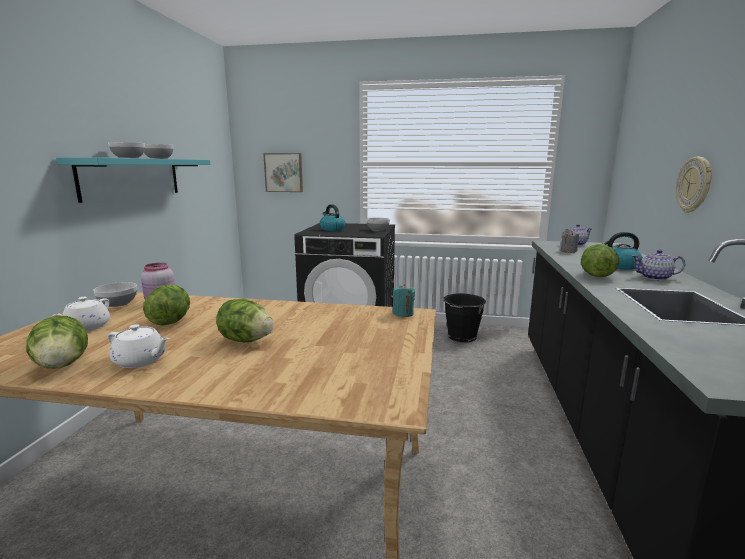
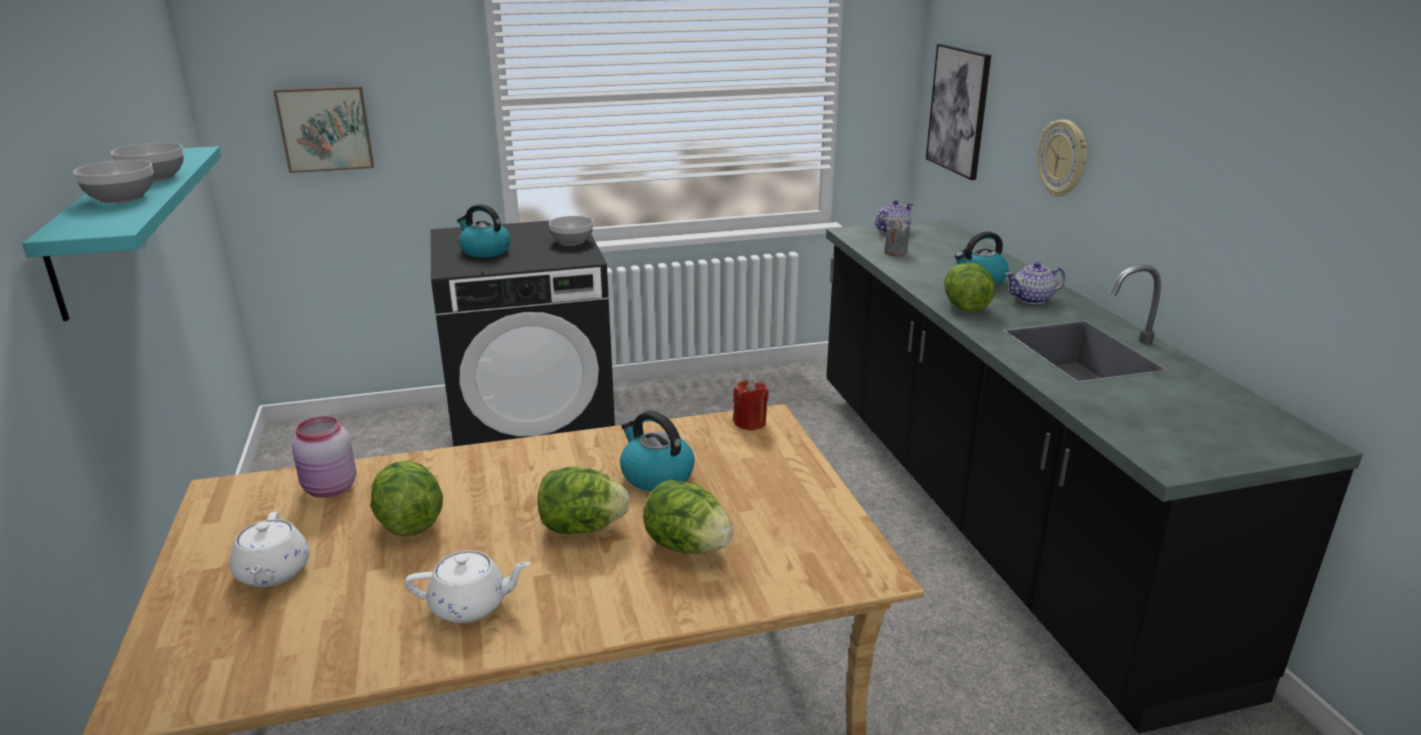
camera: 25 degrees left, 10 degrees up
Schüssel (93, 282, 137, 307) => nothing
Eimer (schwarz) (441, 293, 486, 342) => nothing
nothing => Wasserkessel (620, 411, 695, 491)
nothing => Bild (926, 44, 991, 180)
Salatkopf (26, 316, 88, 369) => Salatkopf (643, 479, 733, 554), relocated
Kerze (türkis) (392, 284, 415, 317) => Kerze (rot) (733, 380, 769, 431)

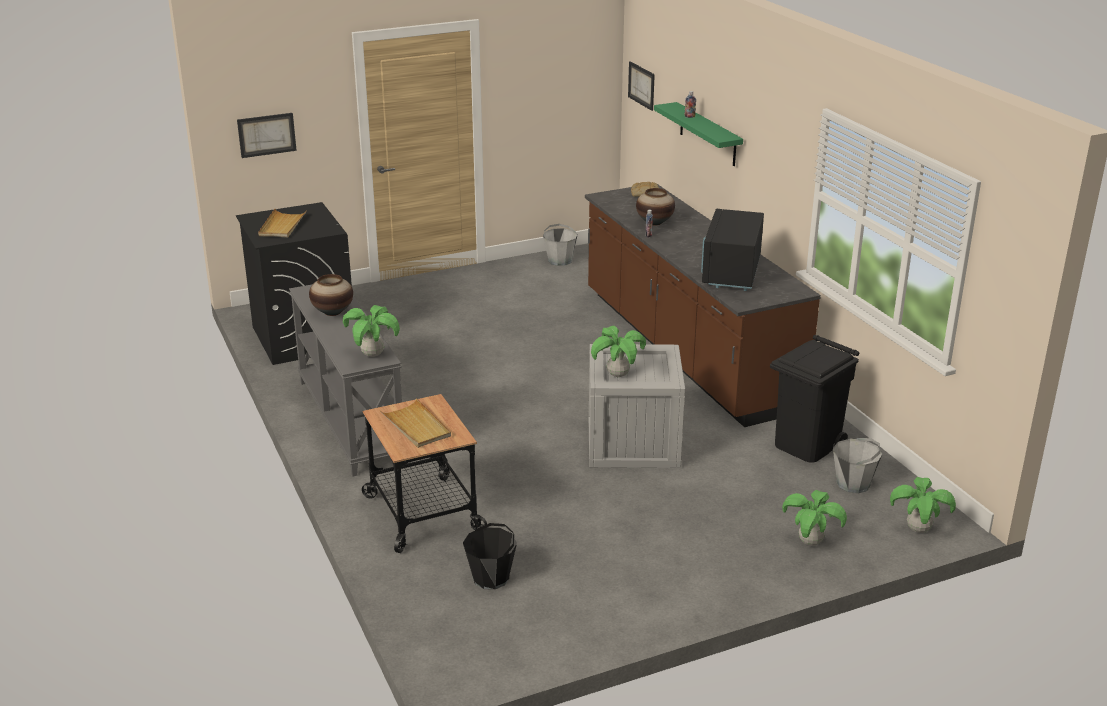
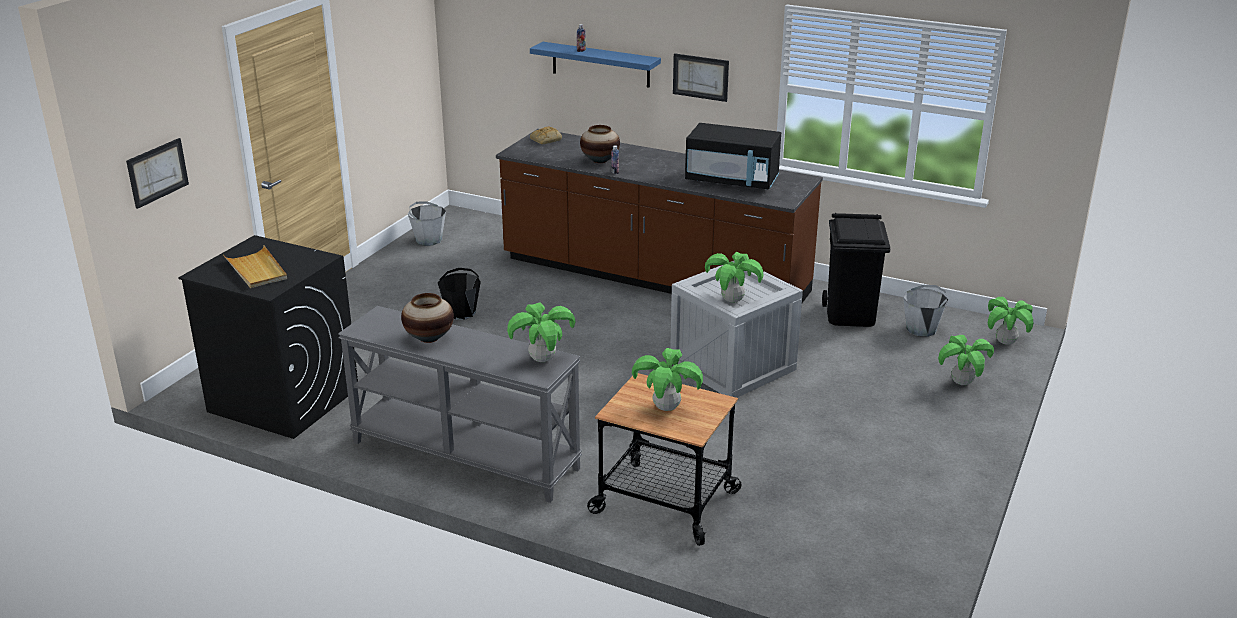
camera: 40 degrees left, 0 degrees up
Eimer (schwarz) (463, 523, 517, 589) => Eimer (schwarz) (438, 268, 481, 320), relocated
Bild (628, 61, 655, 111) => Bild (673, 53, 729, 102), relocated
Tablett (beige) (380, 398, 451, 448) => Topfpflanze (632, 348, 703, 411)
Wandregal (grün) (654, 102, 743, 166) => Wandregal (blau) (530, 42, 661, 88)
Mikrowelle (schwarz) (701, 209, 764, 291) => Mikrowelle (schwarz) (685, 123, 781, 189), 45 degrees counterclockwise

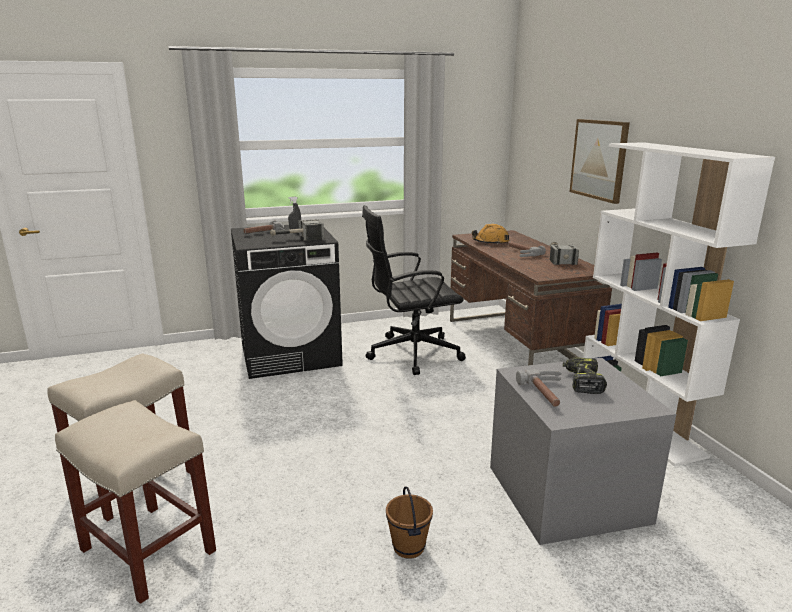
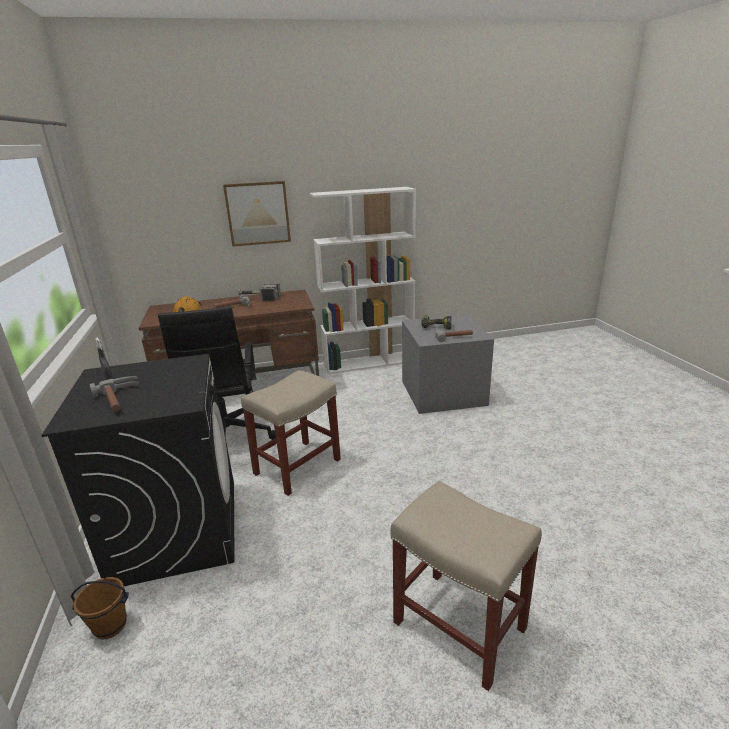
camera: 85 degrees left, 5 degrees up
Hammer (270, 219, 324, 240) => nothing
Hocker (beige) (55, 400, 216, 604) => Hocker (beige) (241, 370, 341, 496), relocated
Eimer (braun) (386, 487, 433, 559) => Eimer (braun) (71, 577, 129, 639), relocated

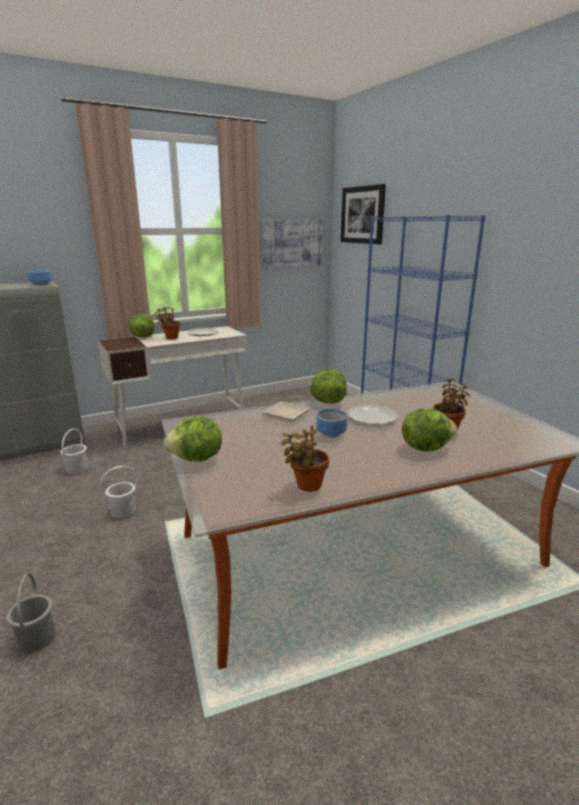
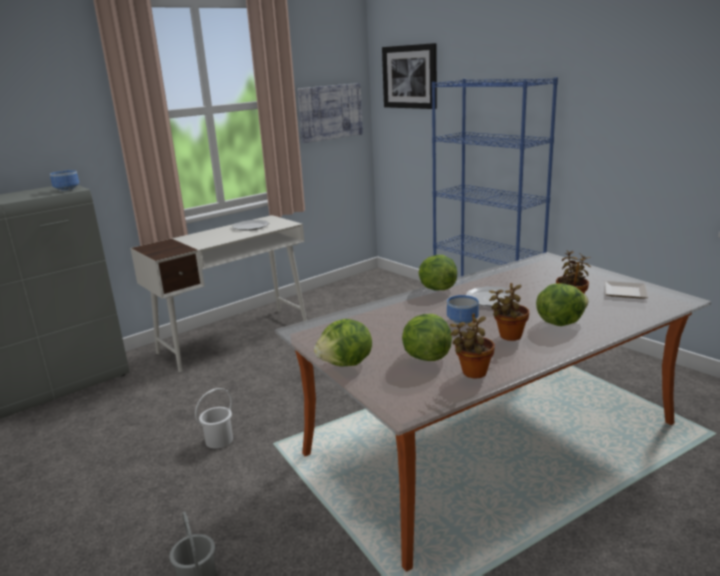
camera: 10 degrees left, 0 degrees up
Eimer (weiß) (61, 428, 88, 474) => nothing
Salatkopf (129, 314, 154, 338) => Salatkopf (402, 314, 452, 361), relocated
Topfpflanze (154, 307, 180, 339) => Topfpflanze (489, 283, 529, 341), relocated
Teller (262, 401, 310, 420) => Teller (605, 281, 648, 298), relocated

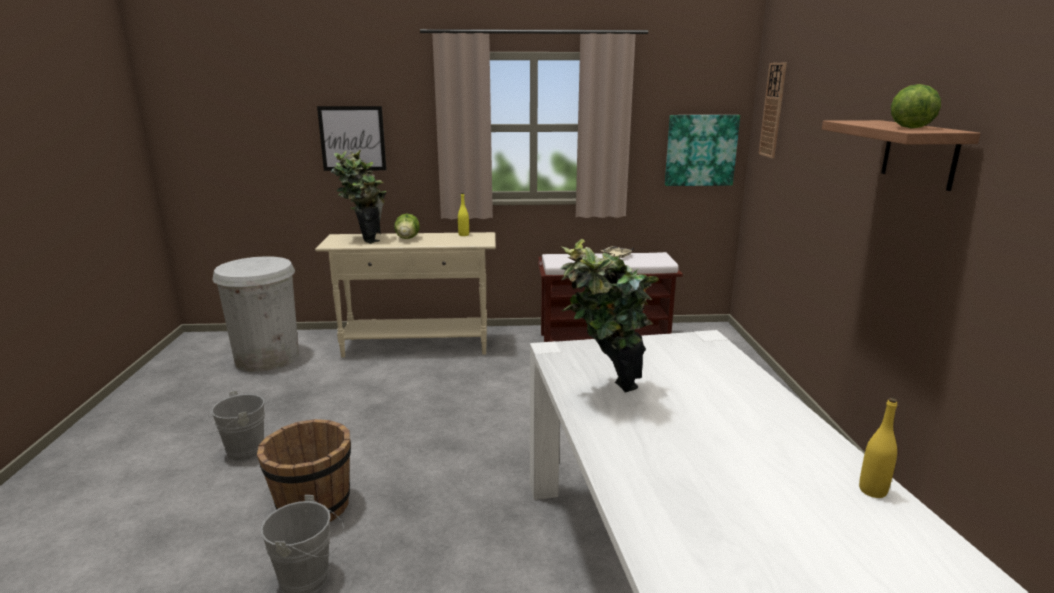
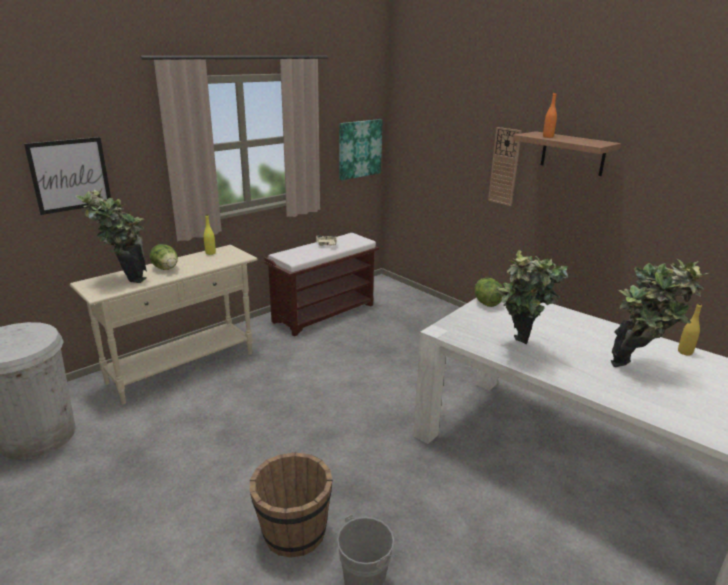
camera: 40 degrees left, 5 degrees up
Eimer (grau) (204, 390, 265, 461) => nothing
nothing => Flasche (orange) (543, 92, 557, 138)
nothing => Topfpflanze (611, 259, 708, 367)
Wanduhr (759, 63, 787, 158) => Wanduhr (488, 127, 522, 206), relocated
Salatkopf (891, 84, 941, 129) => Salatkopf (475, 278, 502, 307), relocated

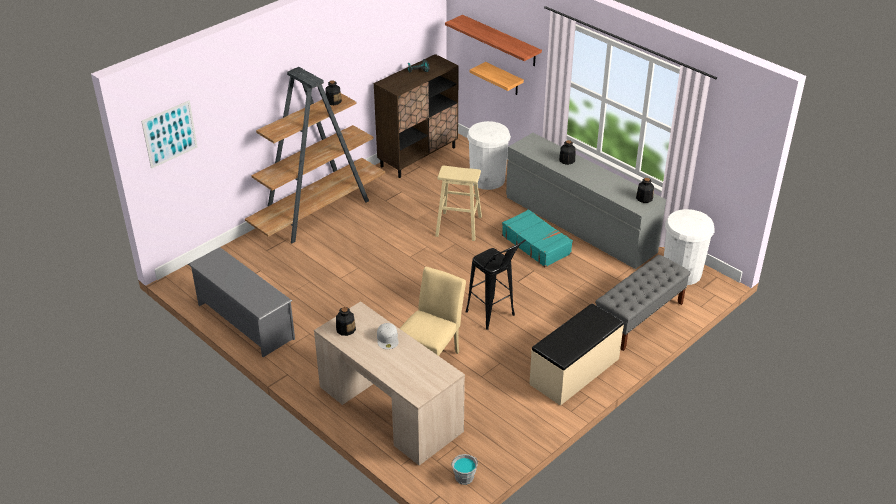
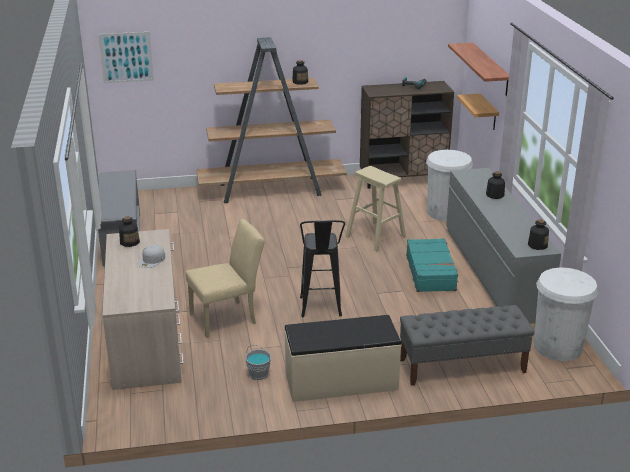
camera: 35 degrees right, 10 degrees down
Eimer (grau) (451, 454, 478, 485) => Eimer (grau) (245, 345, 272, 380), relocated

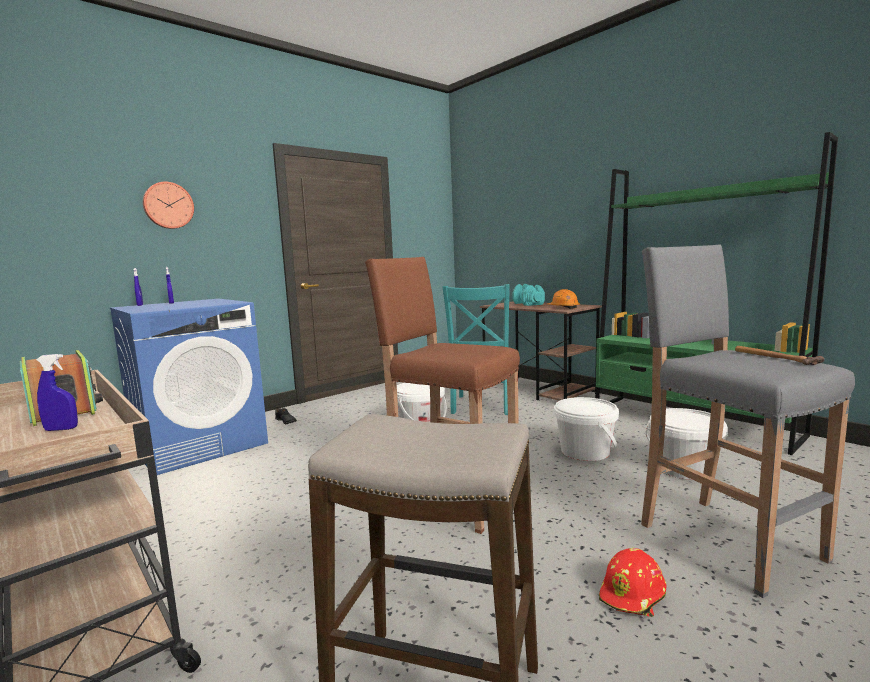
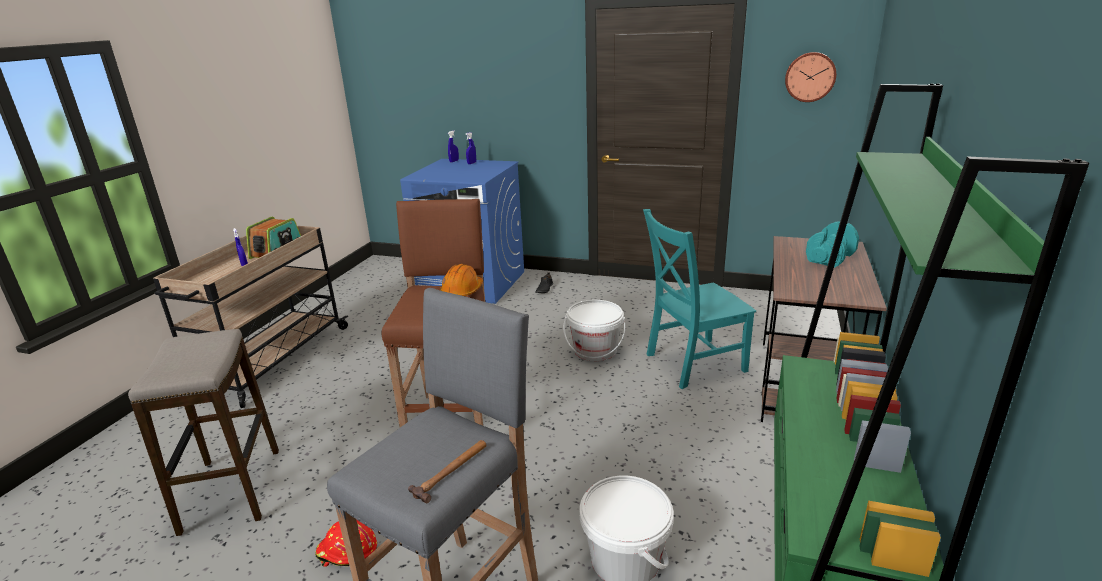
camera: 60 degrees right, 15 degrees up
Eimer (weiß) (554, 397, 619, 461) => nothing
Wanduhr (143, 182, 194, 229) => Wanduhr (785, 52, 836, 102), relocated
Schutzhelm (orange) (548, 289, 580, 309) => Schutzhelm (orange) (440, 264, 483, 297), relocated

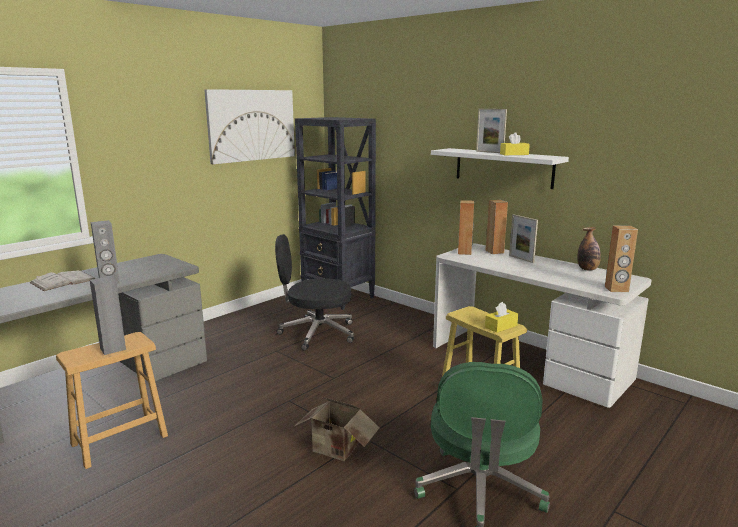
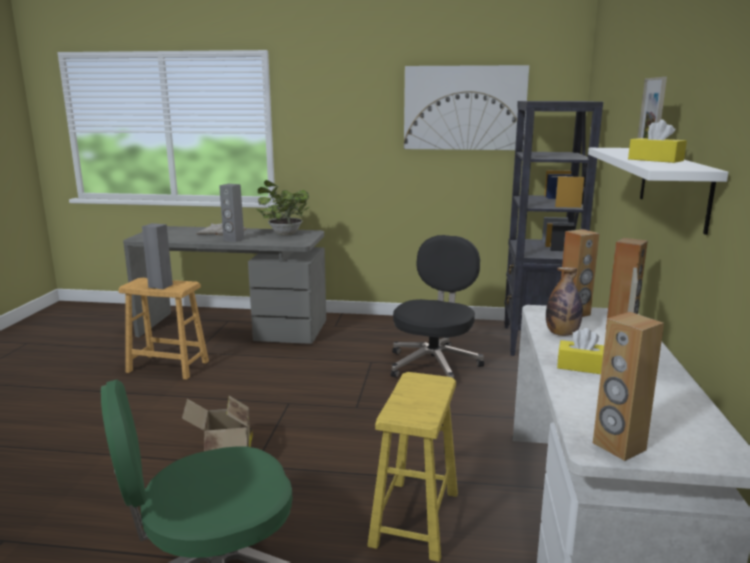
camera: 55 degrees right, 0 degrees up
nothing => Topfpflanze (255, 180, 310, 236)
Taschentuchbox (gelb) (485, 302, 518, 333) => Taschentuchbox (gelb) (557, 328, 604, 374), relocated
Flasche (577, 227, 601, 271) => Flasche (546, 267, 583, 336), relocated
Bürostuhl (schwarz) (275, 234, 354, 351) => Bürostuhl (schwarz) (391, 235, 484, 379), 60 degrees clockwise

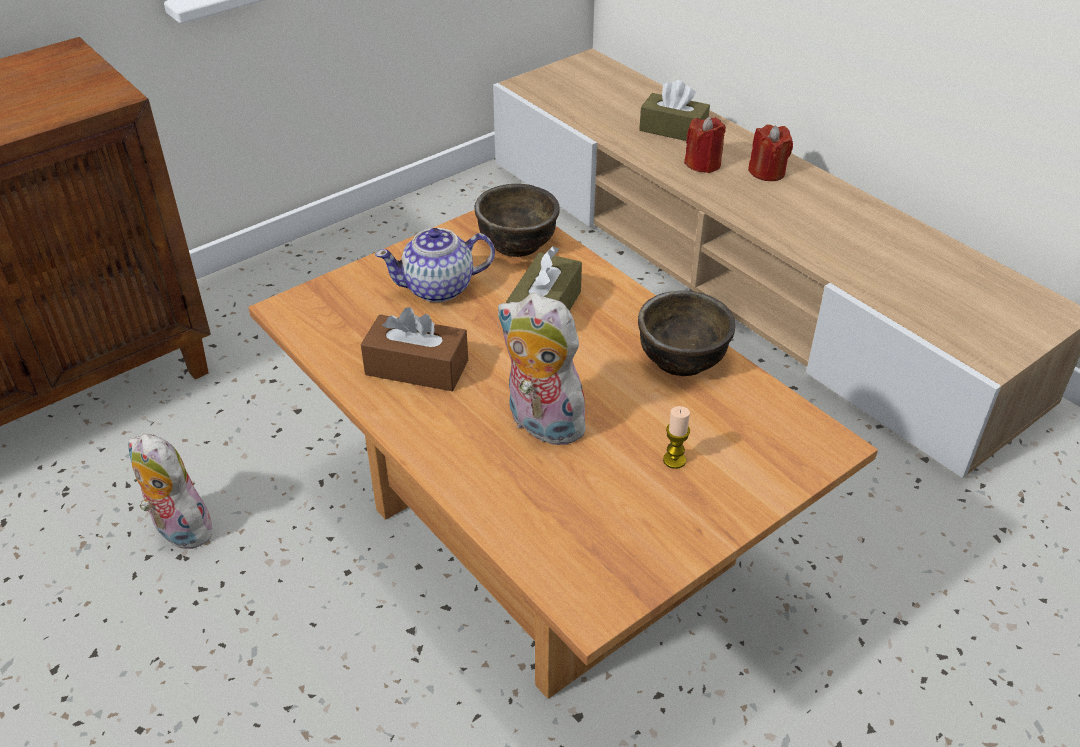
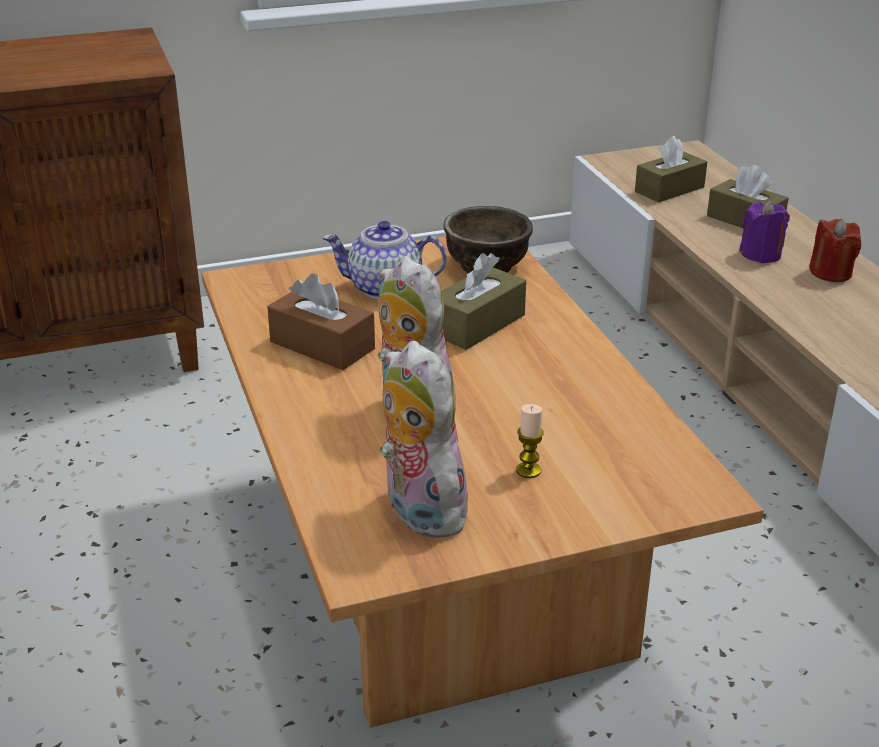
camera: 20 degrees right, 10 degrees down
Schüssel (braun) (638, 291, 735, 376) => nothing
nothing => Taschentuchbox (braun) (635, 136, 707, 203)
Plüschtier (128, 434, 213, 549) => Plüschtier (380, 340, 468, 538), relocated
Kerze (rot) (684, 117, 726, 173) => Kerze (lila) (739, 201, 790, 263)

